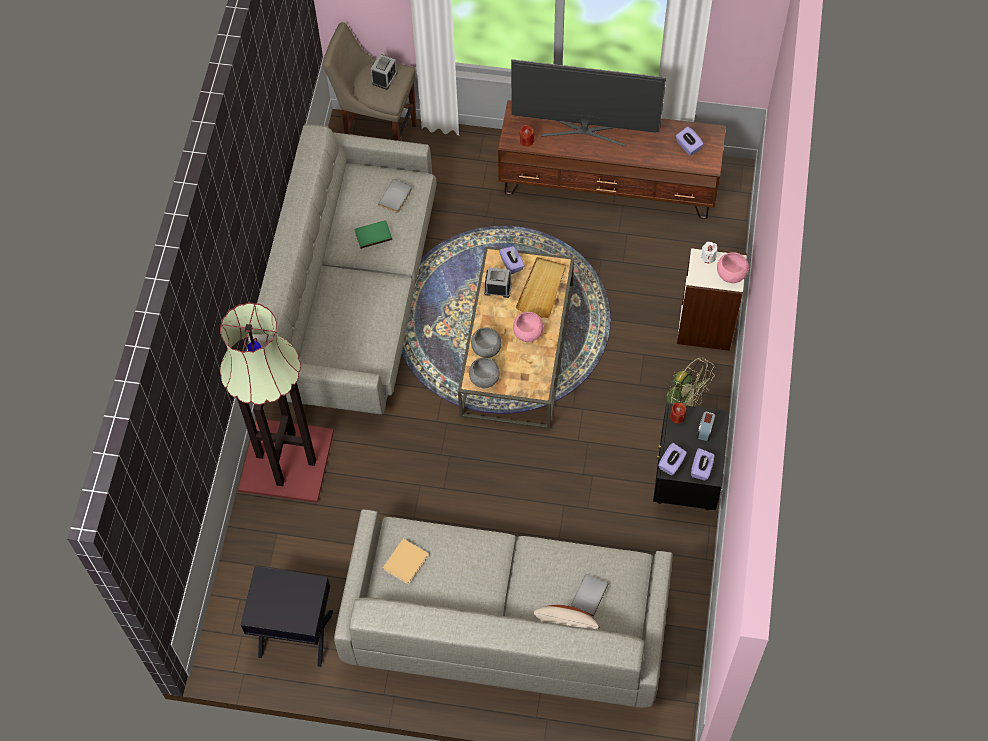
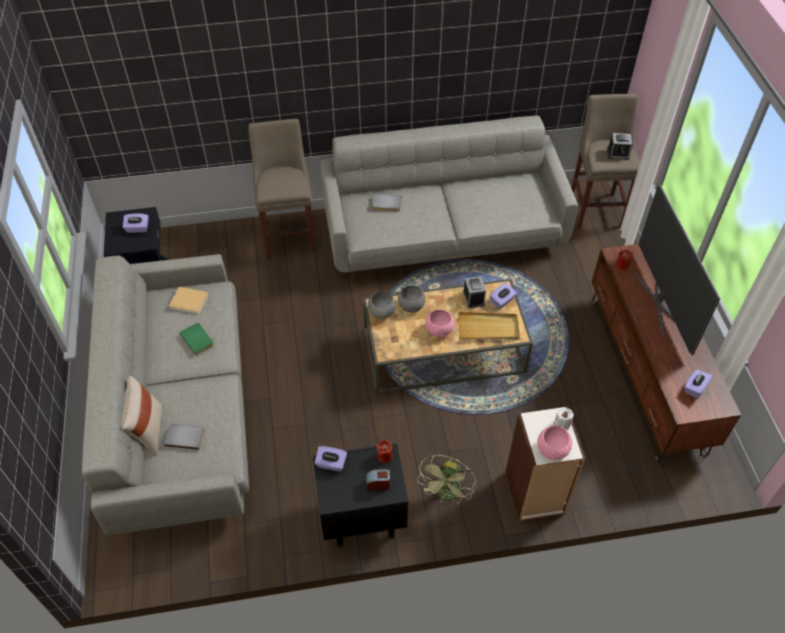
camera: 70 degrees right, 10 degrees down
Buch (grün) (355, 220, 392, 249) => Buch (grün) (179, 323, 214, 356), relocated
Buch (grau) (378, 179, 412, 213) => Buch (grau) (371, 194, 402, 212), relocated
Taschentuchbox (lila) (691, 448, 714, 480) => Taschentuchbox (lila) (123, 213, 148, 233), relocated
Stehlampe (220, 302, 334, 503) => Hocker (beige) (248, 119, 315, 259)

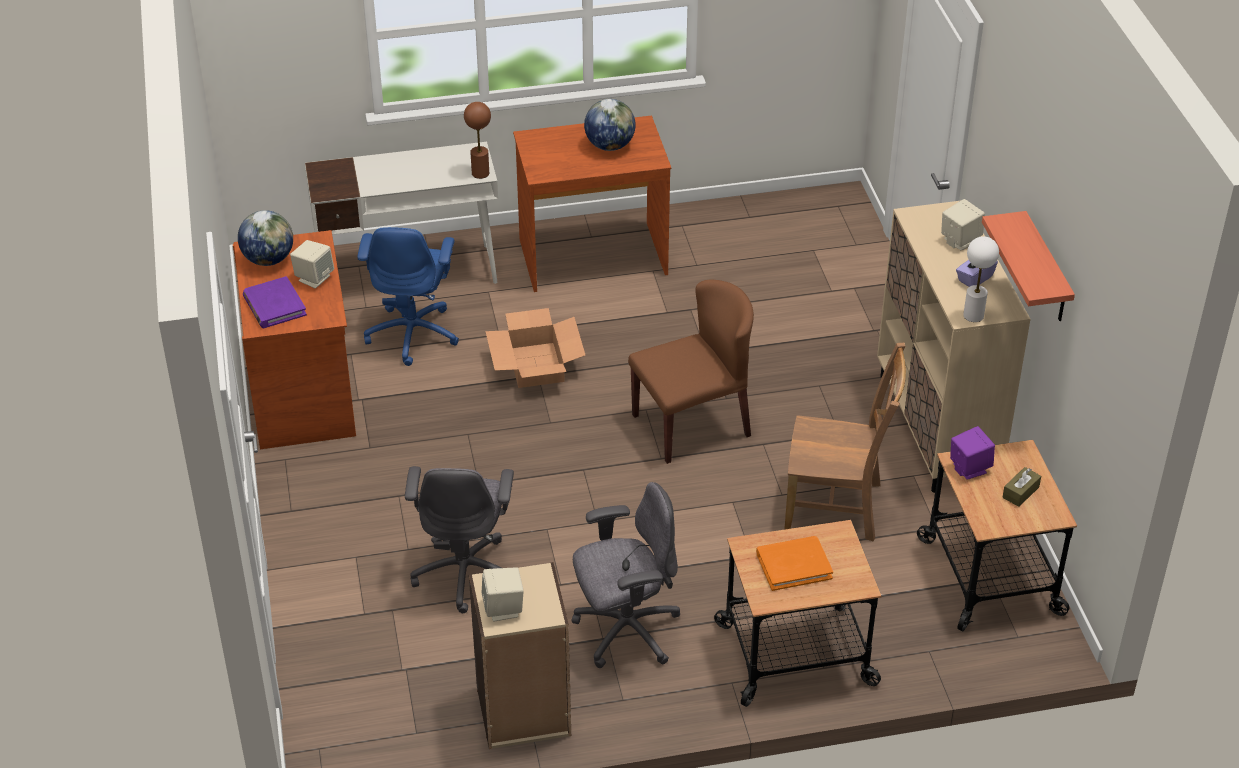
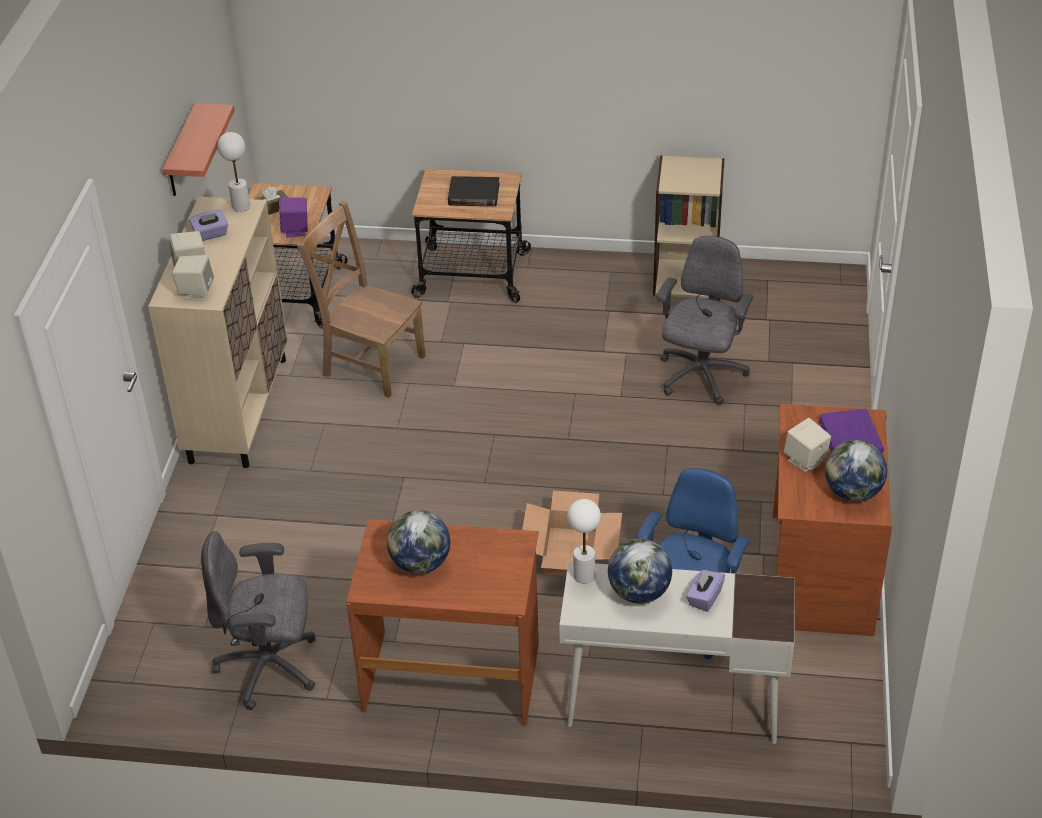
camera: 160 degrees left, 0 degrees up
Stuhl (braun) (628, 280, 754, 464) => nothing
nothing => Globus (608, 539, 672, 604)
nothing => Taschentuchbox (lila) (686, 569, 725, 612)
Lautsprecher (beige) (482, 567, 524, 622) => Lautsprecher (beige) (172, 255, 214, 301), relocated
Bürostuhl (grau) (571, 482, 680, 668) => Bürostuhl (grau) (201, 531, 316, 710), relocated
Tischlampe (braun) (464, 102, 491, 179) => Tischlampe (weiß) (567, 499, 601, 584)
Buch (orange) (756, 536, 833, 591) => Buch (schwarz) (448, 176, 500, 206)

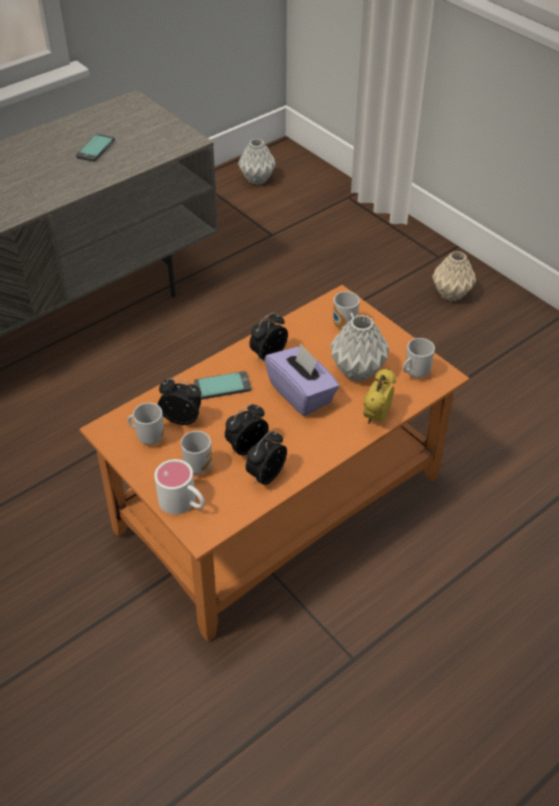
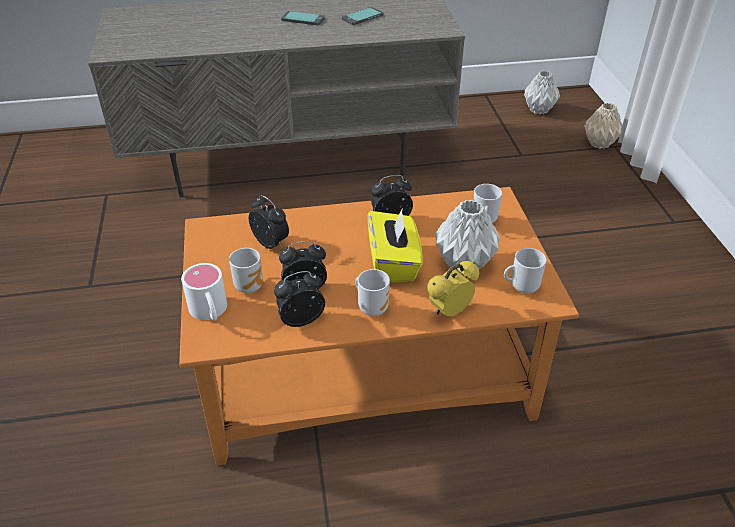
camera: 30 degrees right, 5 degrees down
Henkelbecher (127, 403, 165, 445) => Henkelbecher (355, 269, 390, 316), relocated
Handy (194, 371, 251, 400) => Handy (281, 11, 325, 25), relocated
Vase (beige) (432, 251, 476, 302) => Vase (beige) (584, 103, 623, 149), relocated
Taschentuchbox (lila) (264, 343, 340, 416) => Taschentuchbox (gelb) (368, 208, 423, 283)

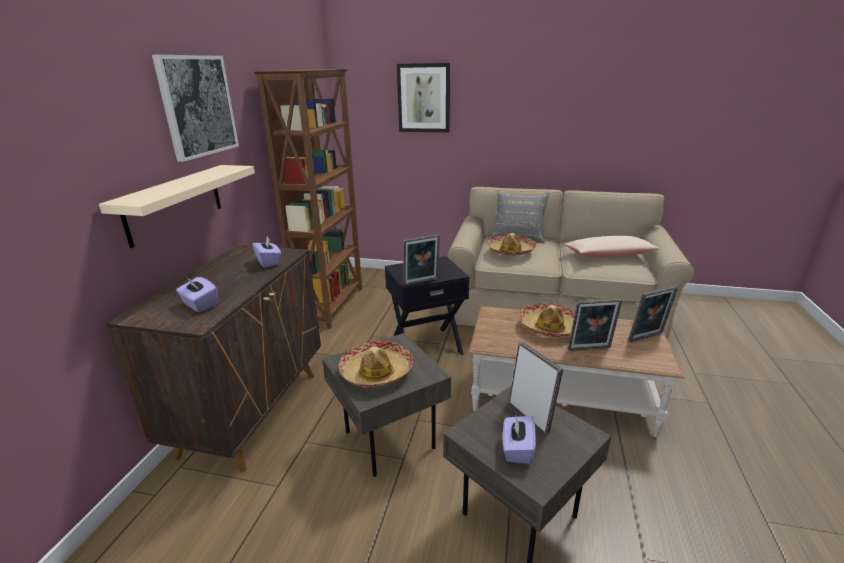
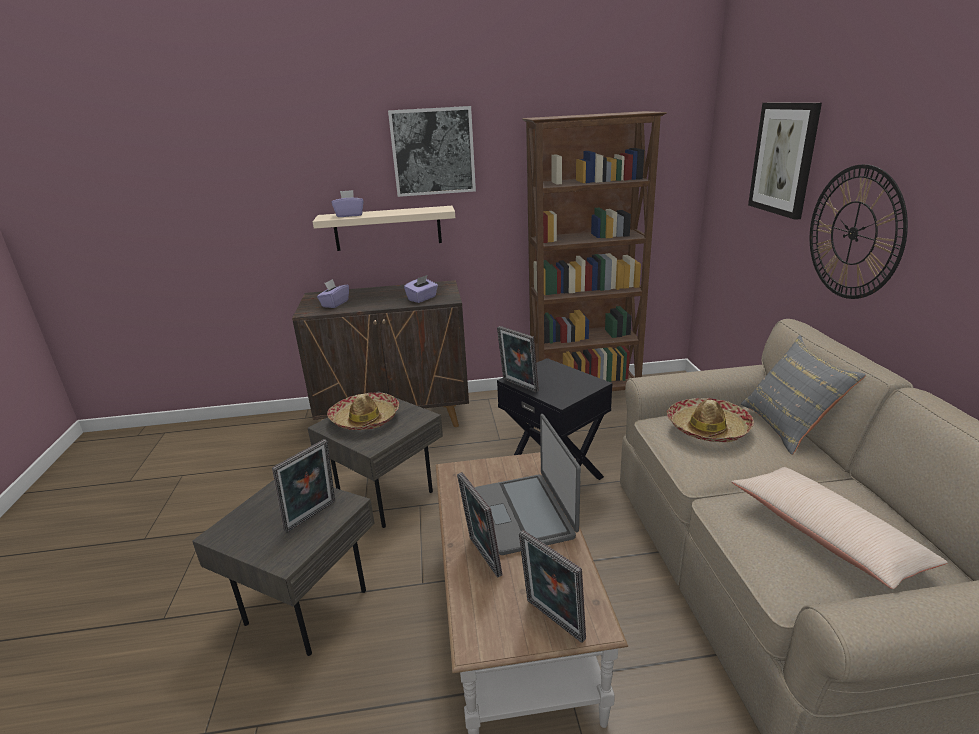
camera: 70 degrees right, 0 degrees up
nothing => Wanduhr (810, 164, 908, 299)
Taschentuchbox (lila) (503, 415, 536, 464) => Taschentuchbox (lila) (331, 190, 364, 217), relocated
Hut (519, 303, 575, 337) => Laptop (475, 414, 581, 555)

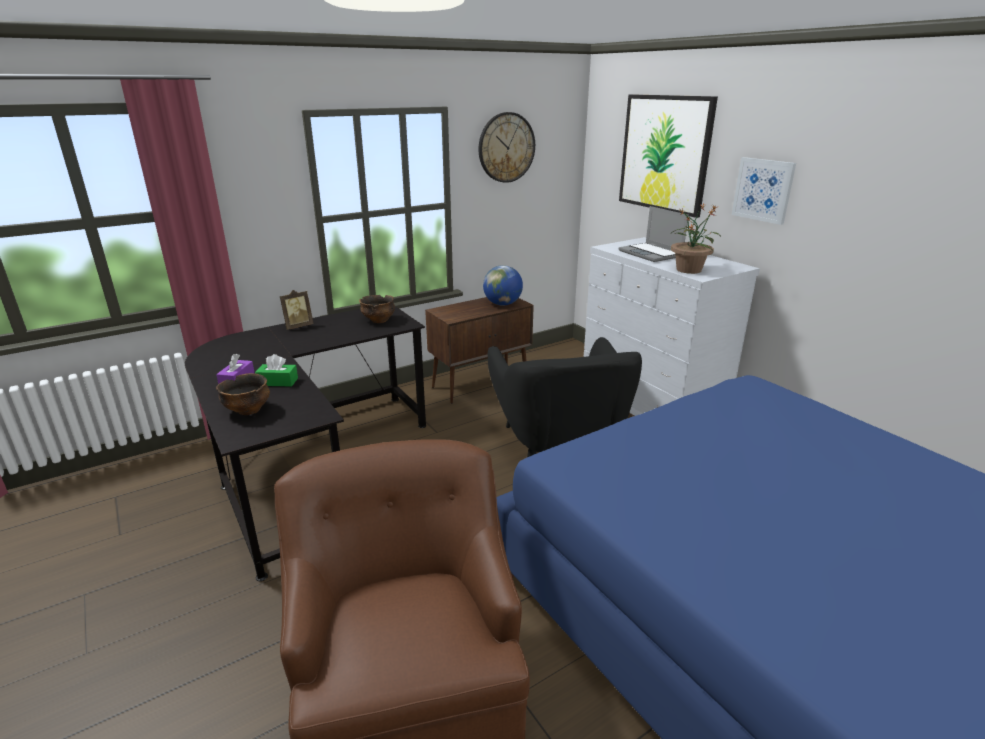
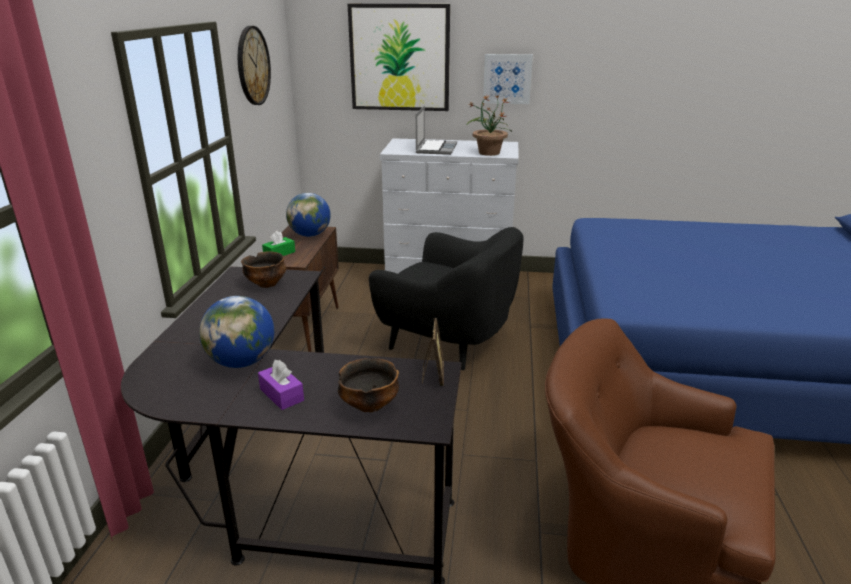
camera: 50 degrees left, 0 degrees up
nothing => Globus (199, 296, 274, 368)
Taschentuchbox (grün) (255, 354, 298, 386) => Taschentuchbox (grün) (262, 231, 295, 256), relocated
Bilderrahmen (280, 290, 314, 330) => Bilderrahmen (422, 318, 444, 386), relocated
Laptop (619, 206, 689, 262) => Laptop (416, 106, 457, 155), 90 degrees counterclockwise

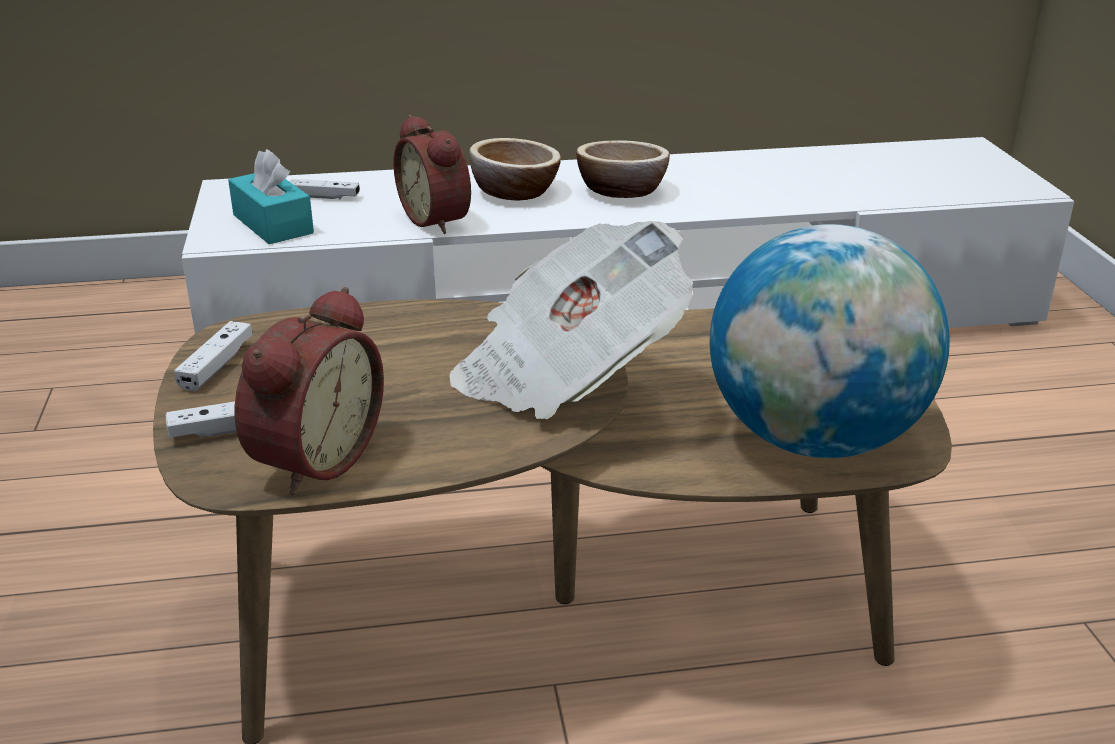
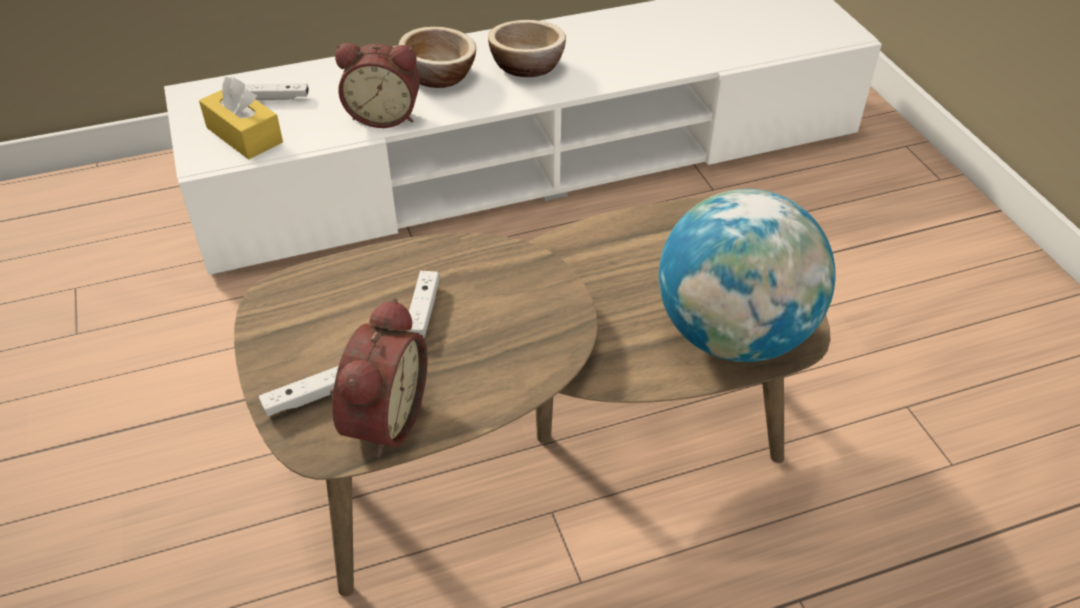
camera: 10 degrees left, 15 degrees up
Zeitung (449, 221, 693, 419) => nothing
Gamepad (weiß) (174, 321, 253, 391) => Gamepad (weiß) (407, 271, 440, 338), relocated
Taschentuchbox (türkis) (228, 149, 314, 244) => Taschentuchbox (gelb) (199, 77, 283, 159)
Wecker (394, 115, 471, 234) => Wecker (335, 43, 420, 128), 45 degrees counterclockwise

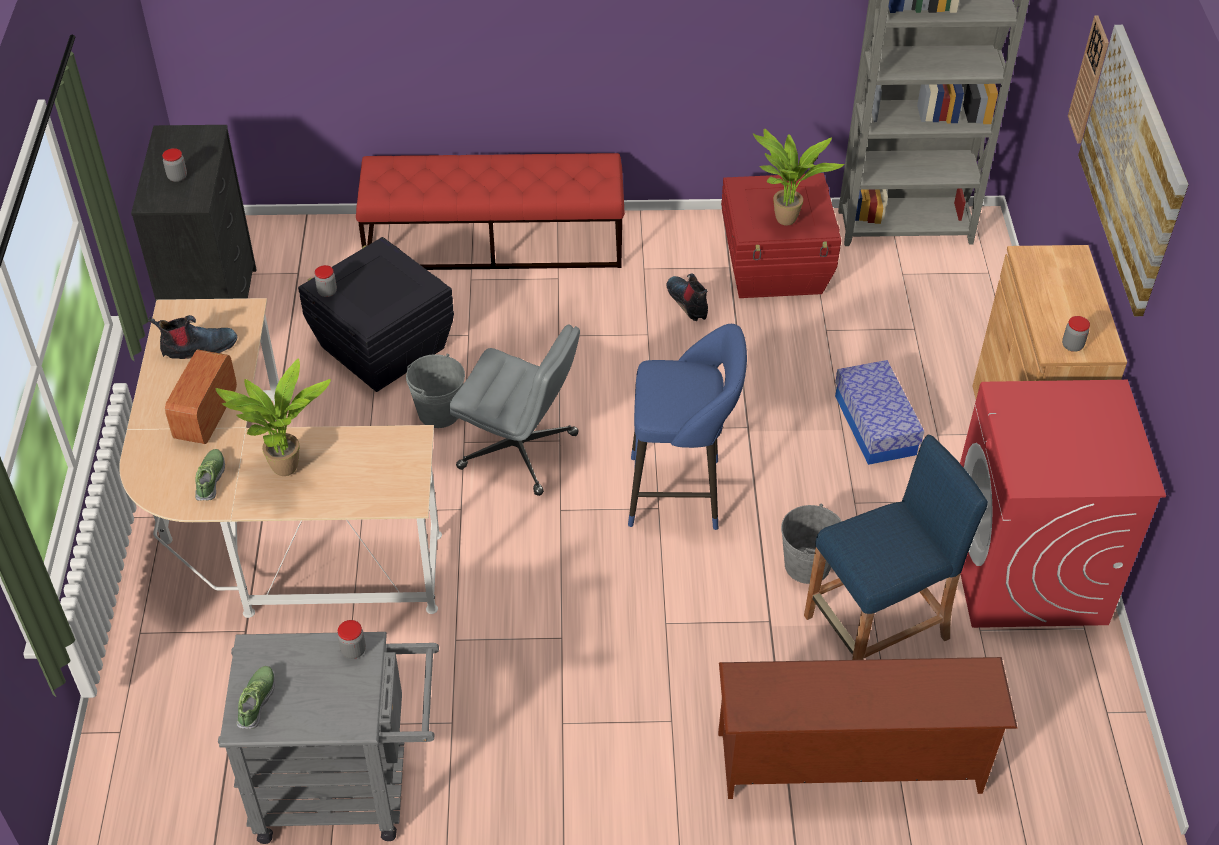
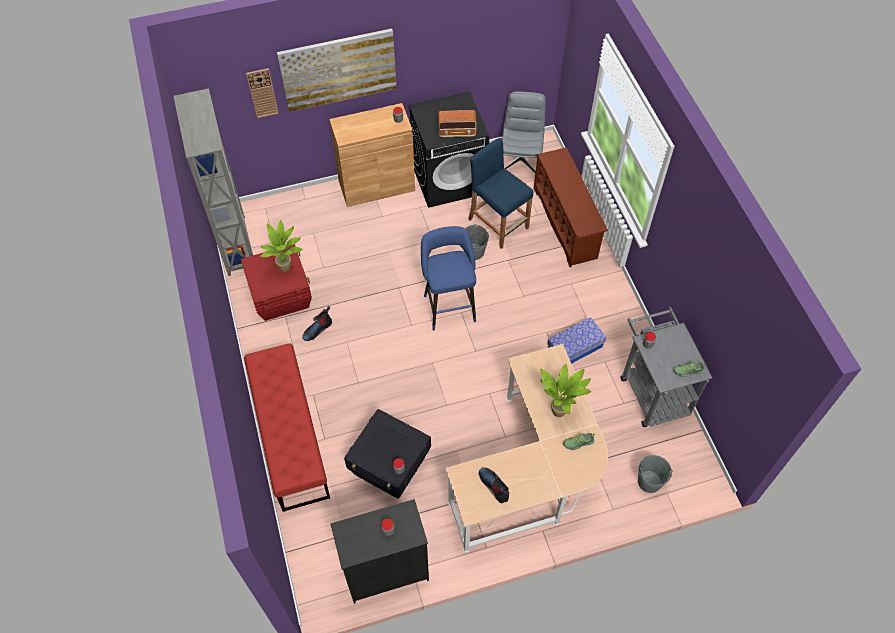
camera: 105 degrees left, 10 degrees up
Radio (165, 350, 237, 444) => Radio (438, 110, 477, 137), relocated
Eimer (grau) (406, 354, 465, 428) => Eimer (grau) (638, 455, 673, 493), relocated
Bürostuhl (grau) (449, 325, 580, 496) => Bürostuhl (grau) (502, 91, 546, 173), relocated
Aufbewahrungsbox (835, 360, 924, 465) => Aufbewahrungsbox (547, 317, 607, 364), relocated
Waschmaschine (rot) (960, 380, 1166, 628) => Waschmaschine (schwarz) (409, 91, 489, 208)

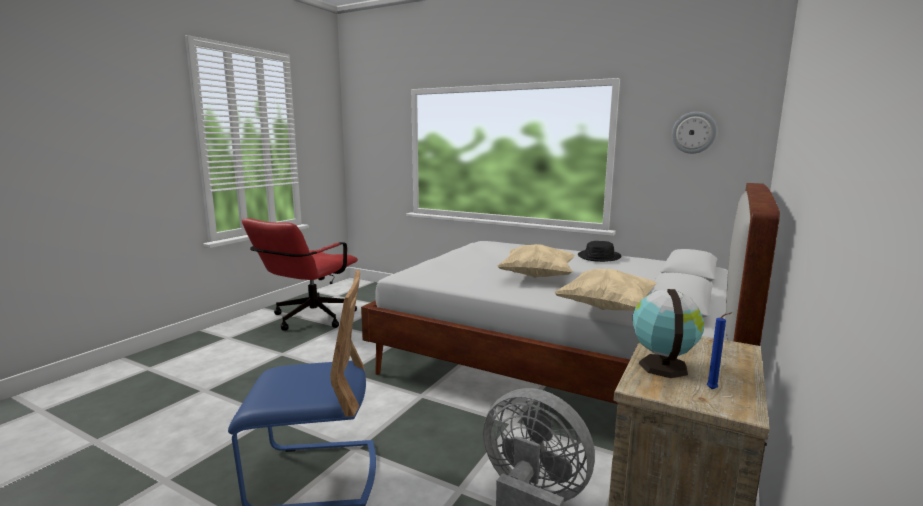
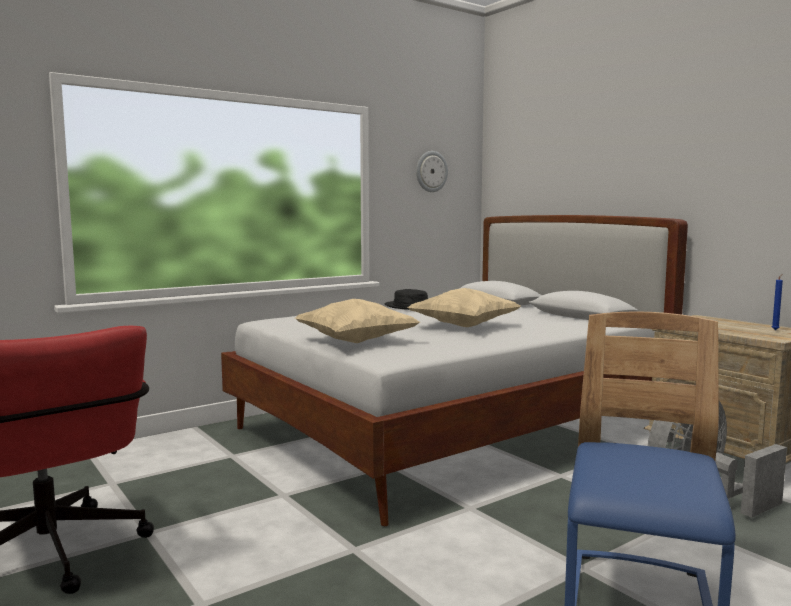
camera: 65 degrees left, 5 degrees down
Globus (633, 289, 704, 378) => nothing
Kissen (beige) (554, 269, 657, 311) => Kissen (beige) (295, 299, 420, 343), relocated

